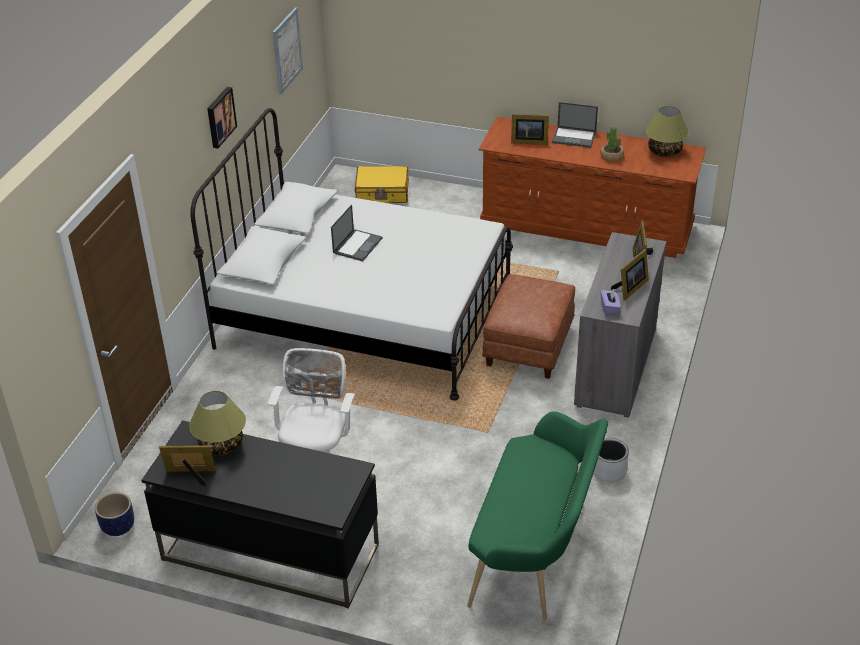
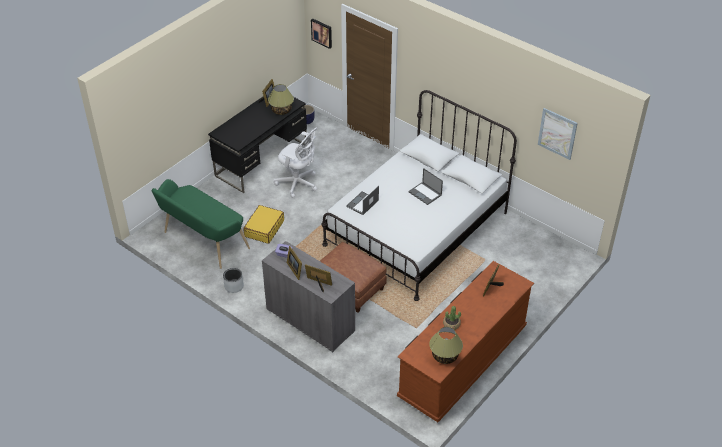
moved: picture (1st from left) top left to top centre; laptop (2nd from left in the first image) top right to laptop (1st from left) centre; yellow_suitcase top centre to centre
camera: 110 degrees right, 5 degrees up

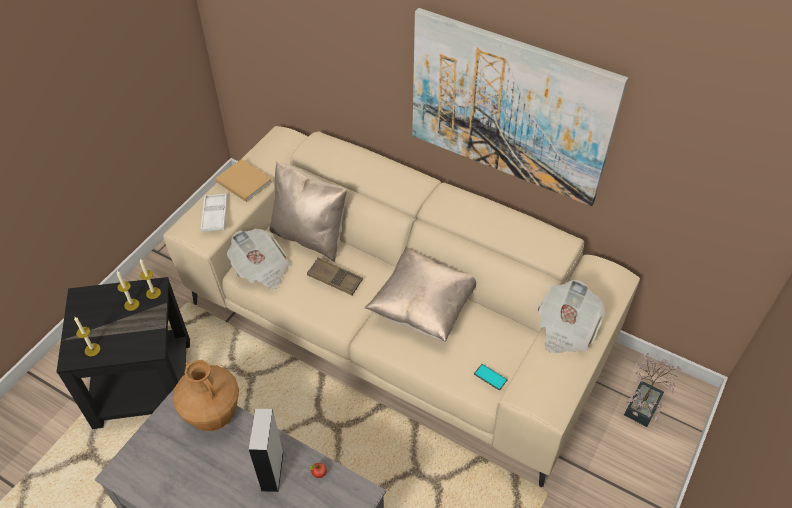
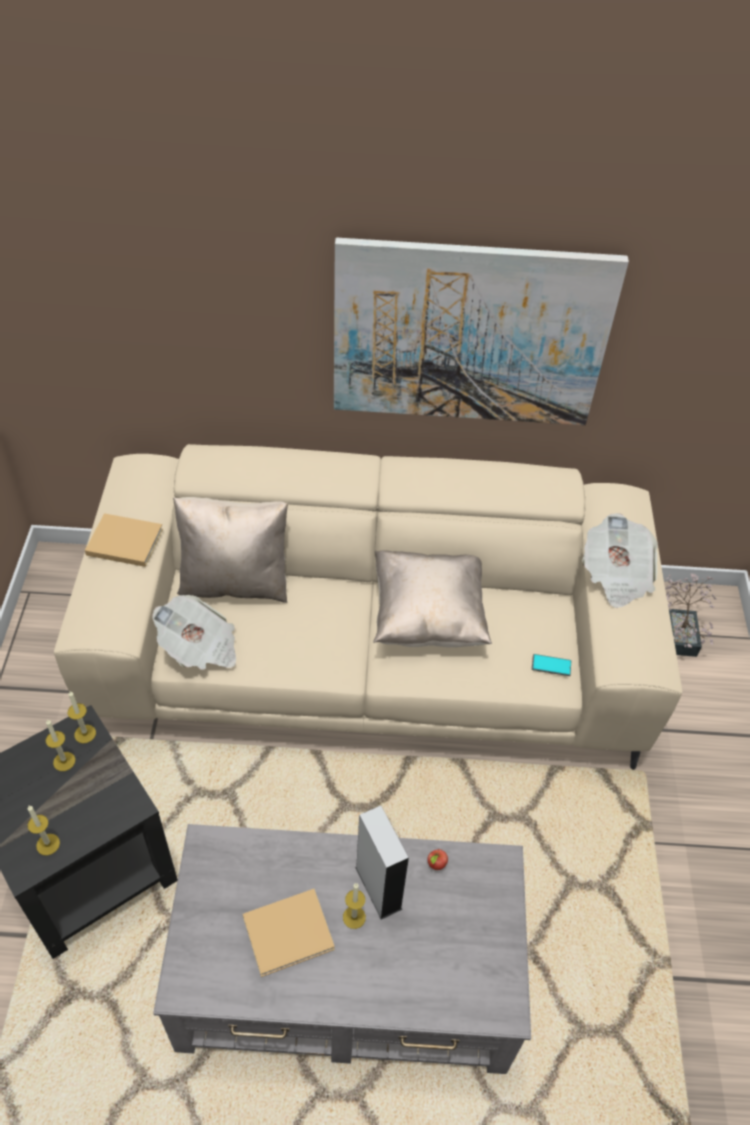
removed: white_tray middle left; brown_tray centre; brown_vase bottom left
added: candle (4th from left) bottom centre; beige_book (2nd from left) bottom centre
camera: 30 degrees left, 0 degrees up

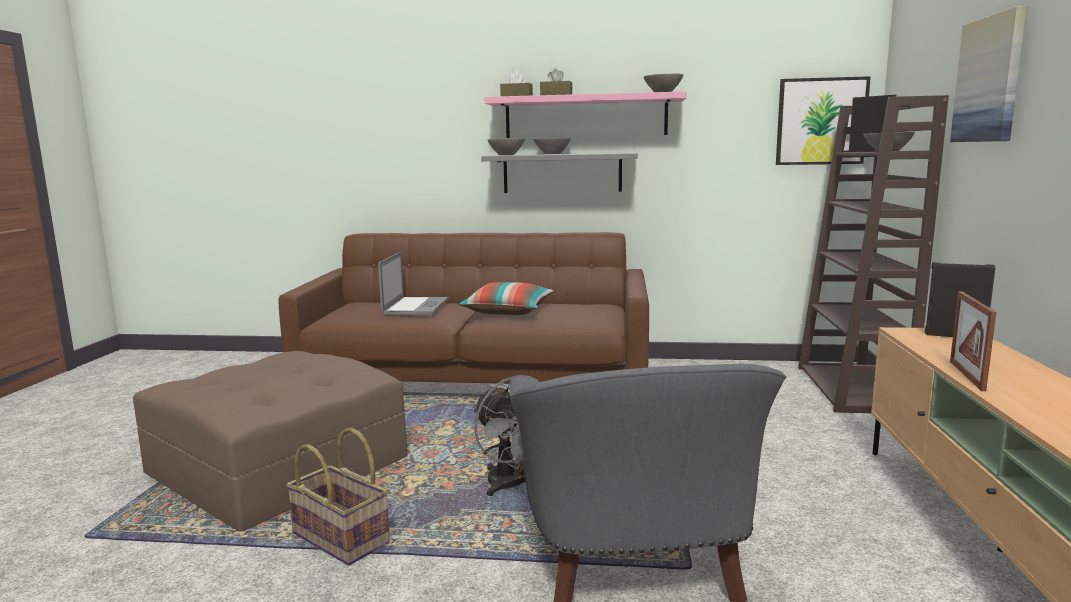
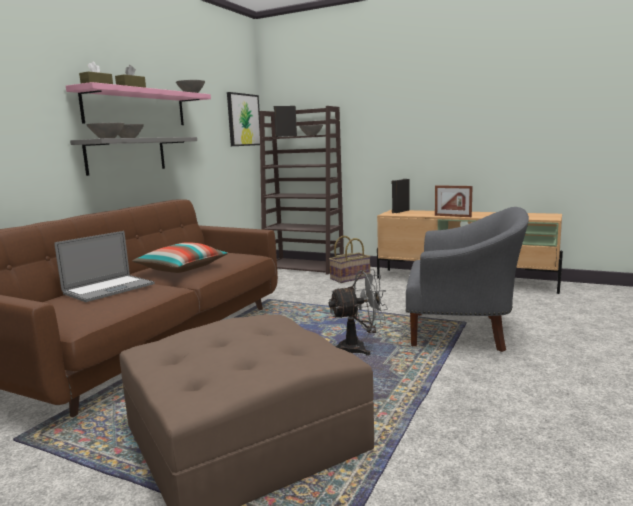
removed: picture (2nd from left) top right
moved: basket bottom left to centre
turned: laptop centre = middle left 105 degrees clockwise
camera: 70 degrees left, 0 degrees up

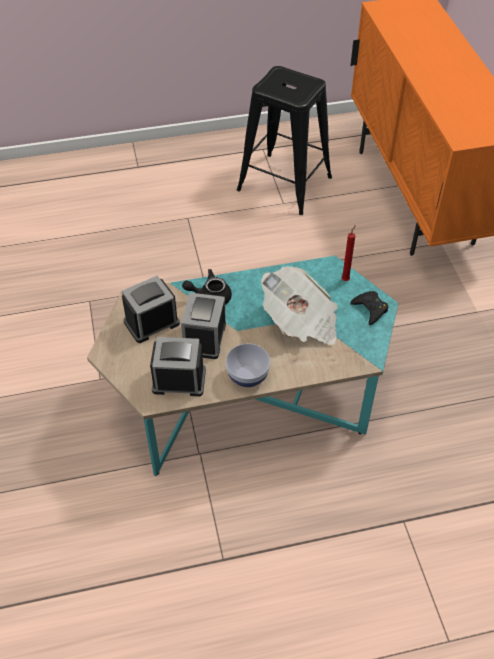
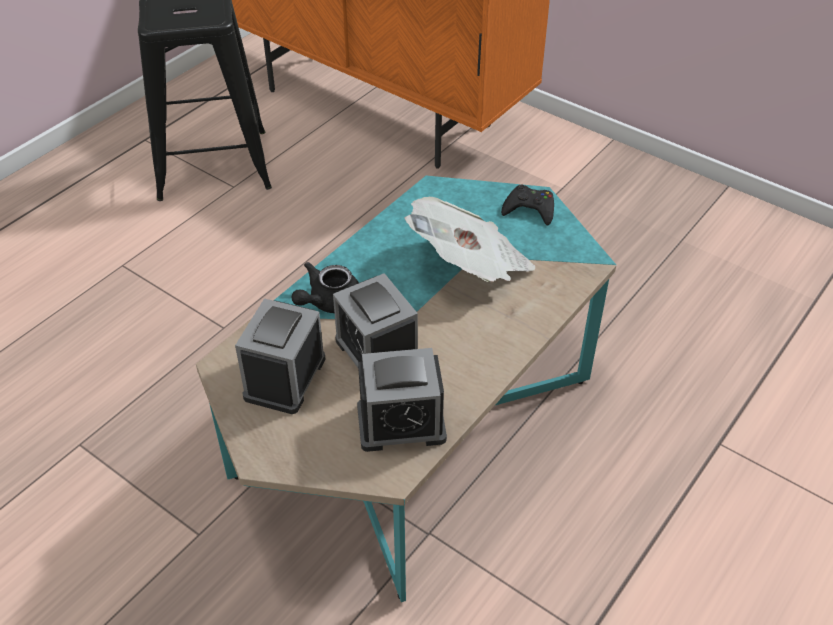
removed: red_candle middle right; bowl centre
turned: alarm_clock (2nd from left in the first image) centre = centre 150 degrees counterclockwise
camera: 40 degrees left, 5 degrees down

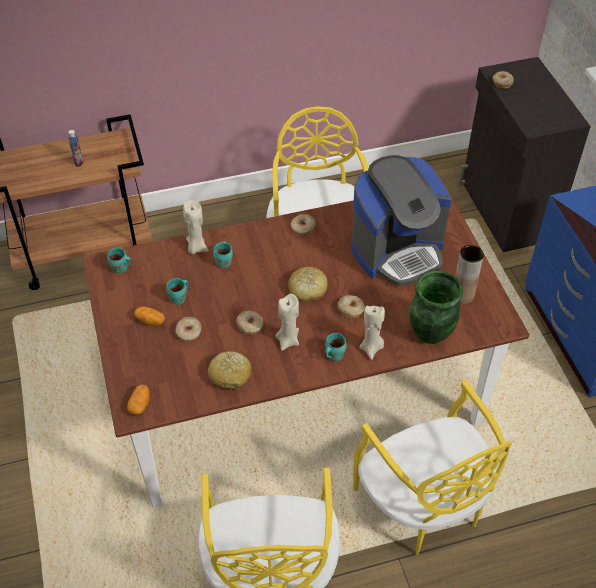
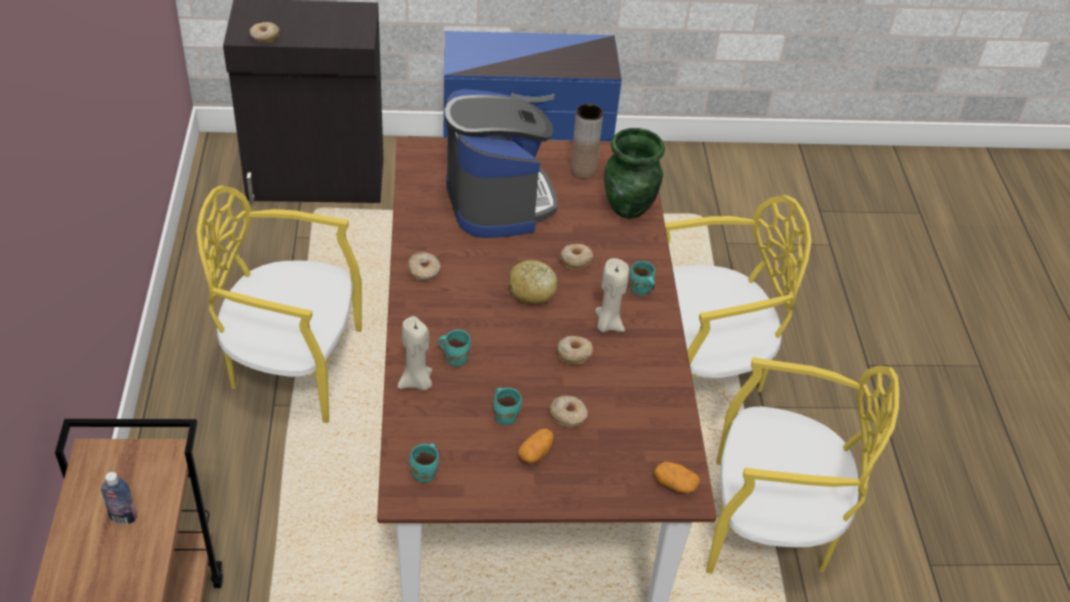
removed: beige_candle (3rd from left) centre; bread (1st from left) centre
camera: 80 degrees left, 5 degrees down

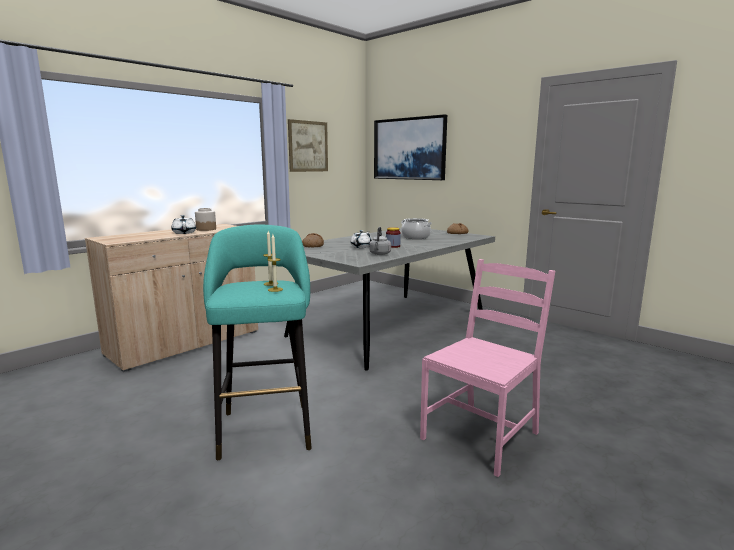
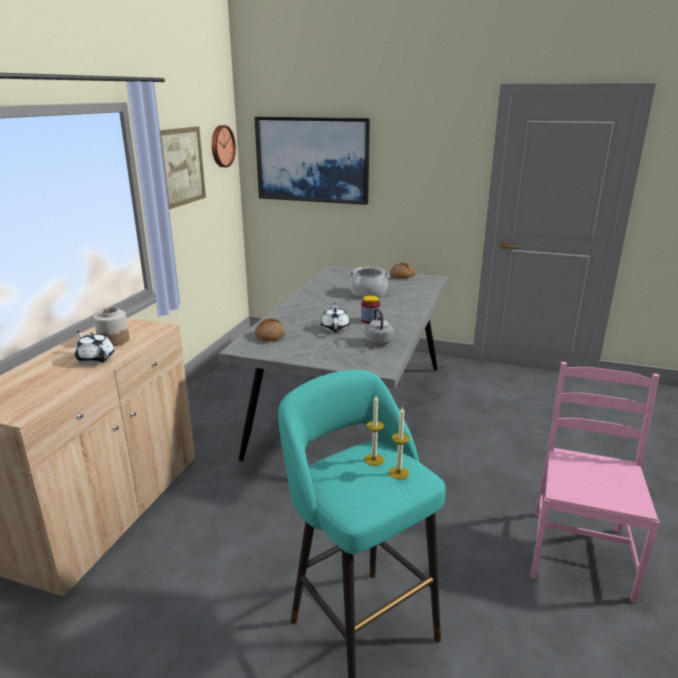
added: wall_clock top left
camera: 25 degrees left, 10 degrees up

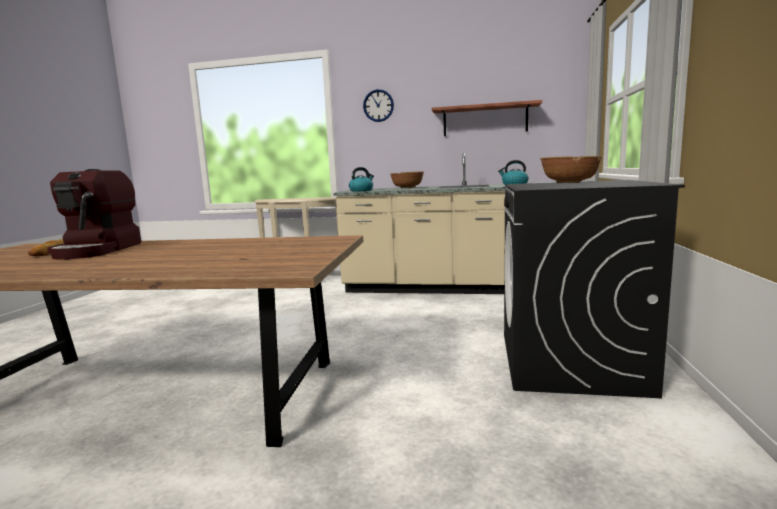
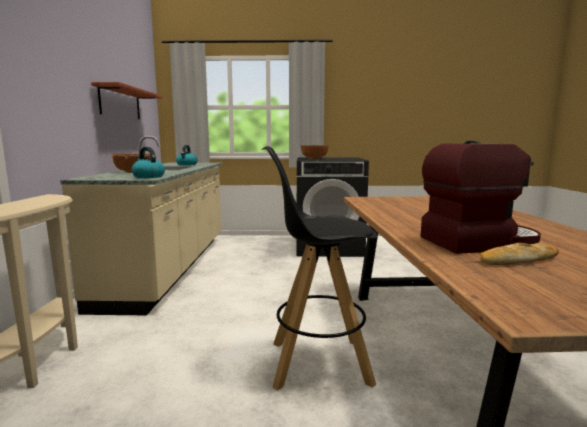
removed: wall_clock top centre
added: black_stool centre
camera: 100 degrees left, 0 degrees up

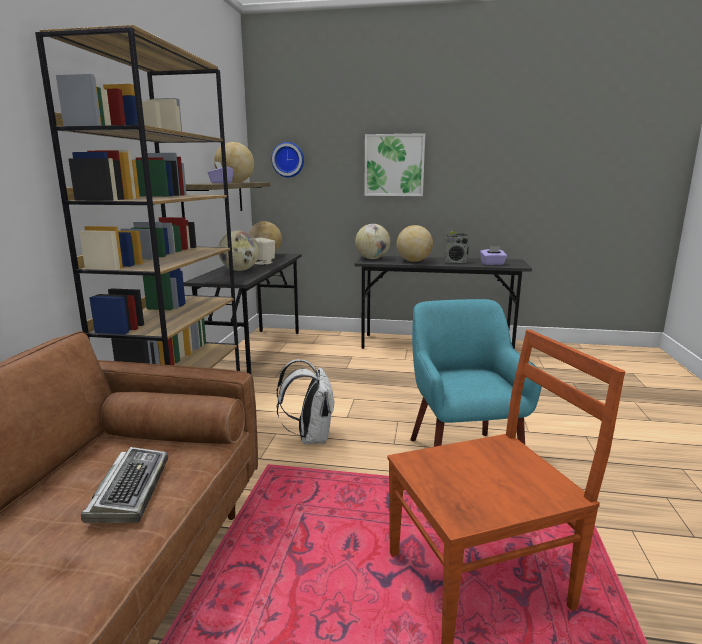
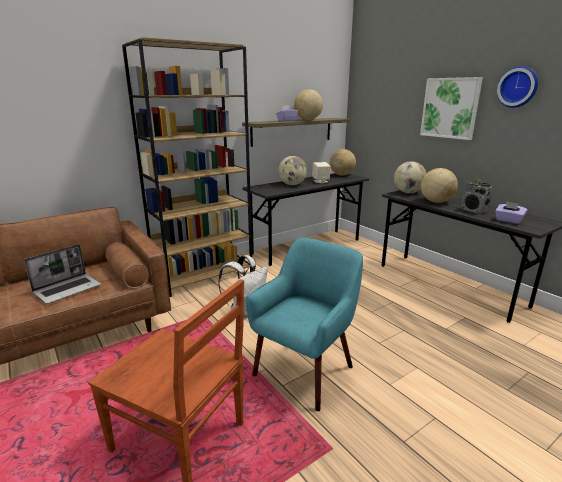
moved: wall_clock top centre to top right
replaced: keyboard bottom left to laptop middle left
camera: 45 degrees right, 5 degrees up

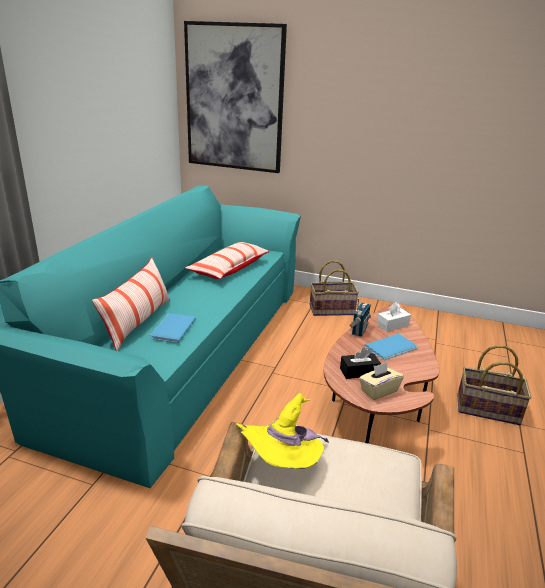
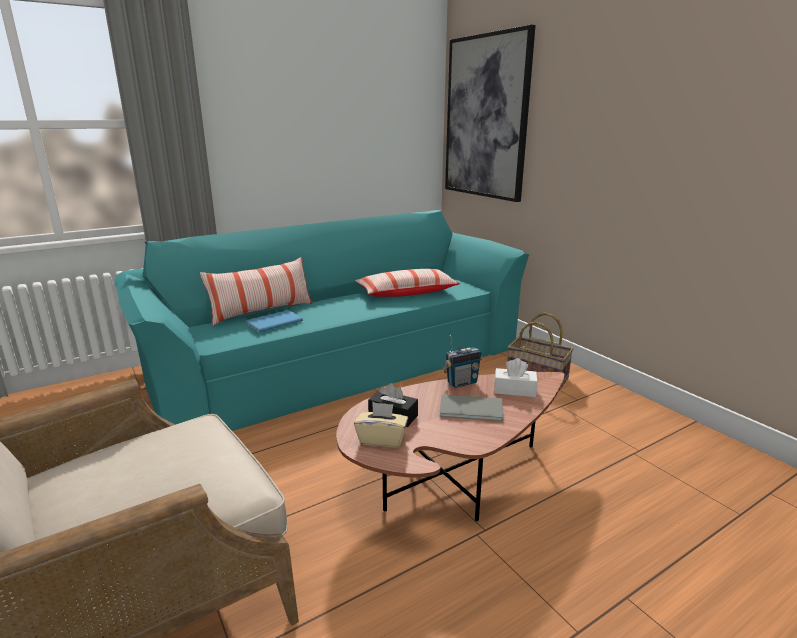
removed: basket (2nd from left) middle right; yellow_hat bottom centre
recoloured: blue_book (2nd from left) middle right to grey_book centre
camera: 40 degrees right, 5 degrees down

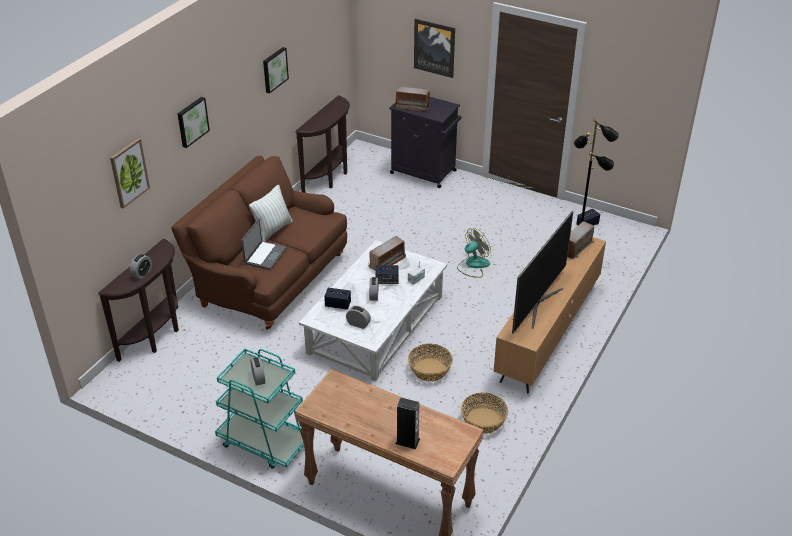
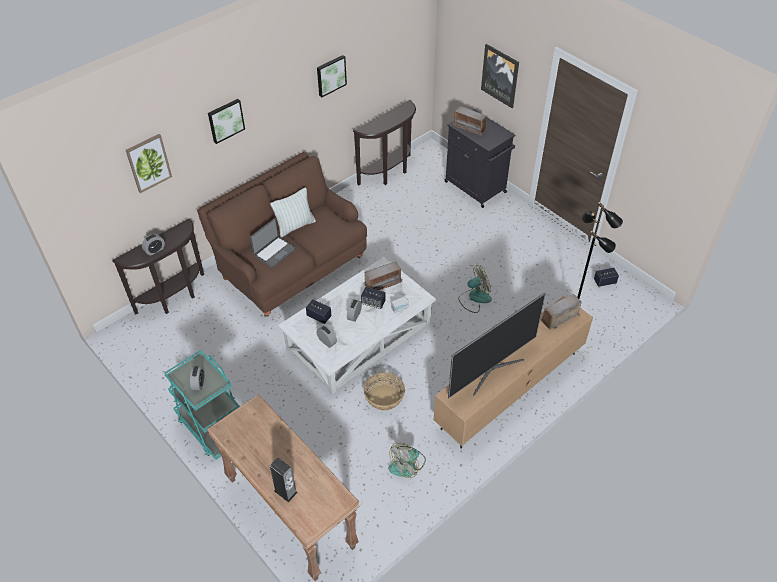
replaced: basket (2nd from left) bottom centre to fan (1st from left) bottom centre
camera: 20 degrees right, 10 degrees up

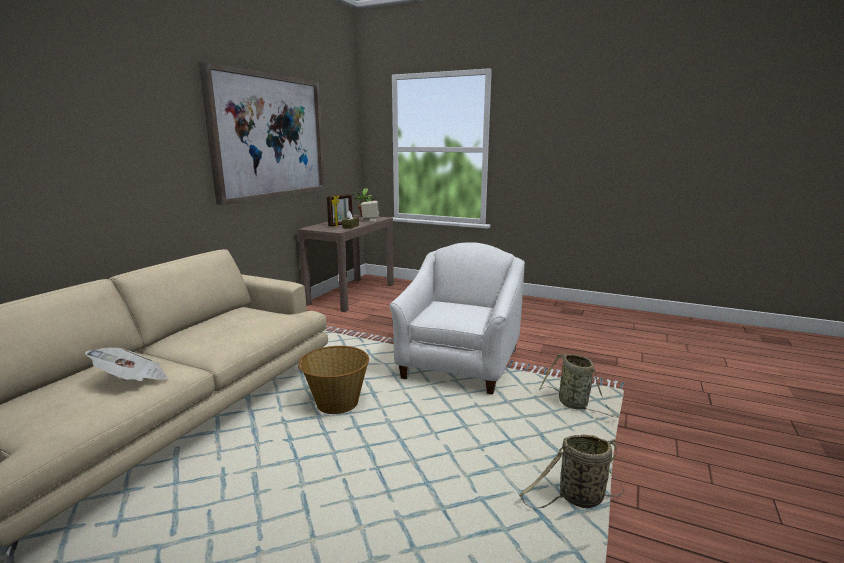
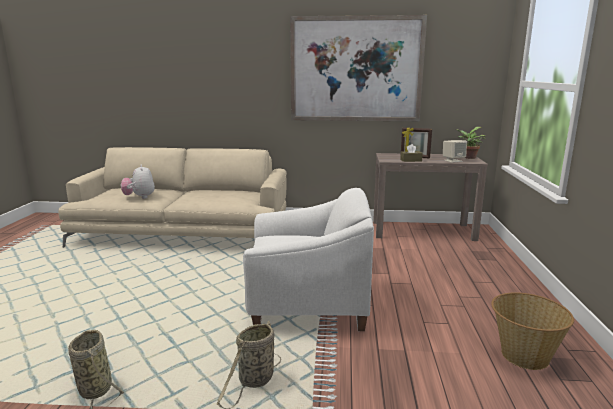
moved: basket (1st from left in the first image) bottom centre to basket (3rd from left) bottom right
replaced: newspaper middle left to plush_toy middle left
camera: 70 degrees right, 0 degrees up

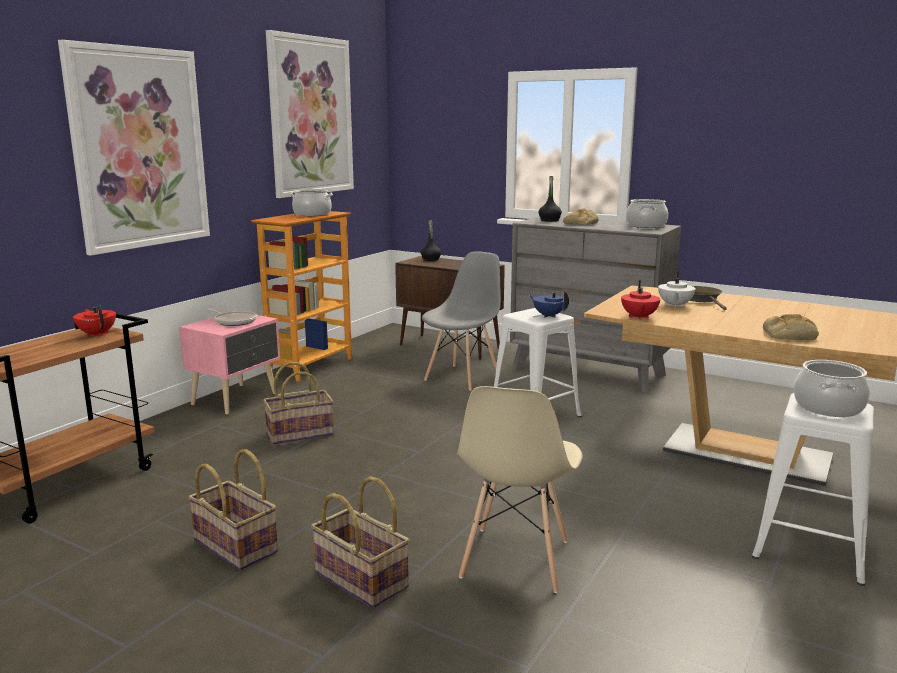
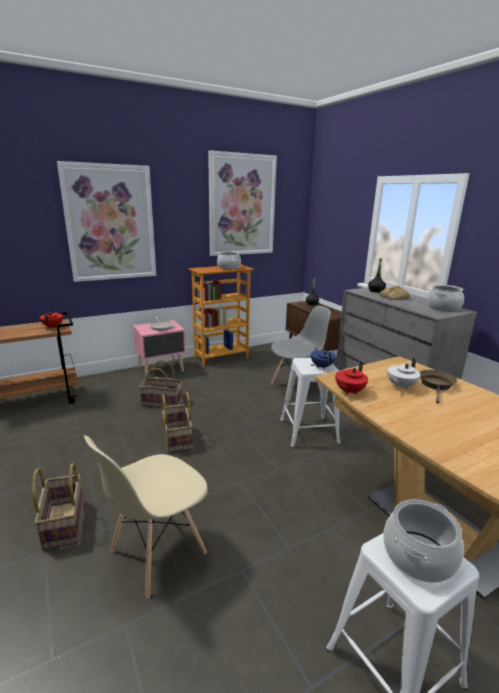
removed: bread (2nd from left) middle right
moved: basket (1st from left in the first image) bottom left to basket (3rd from left) centre
camera: 30 degrees right, 5 degrees up

